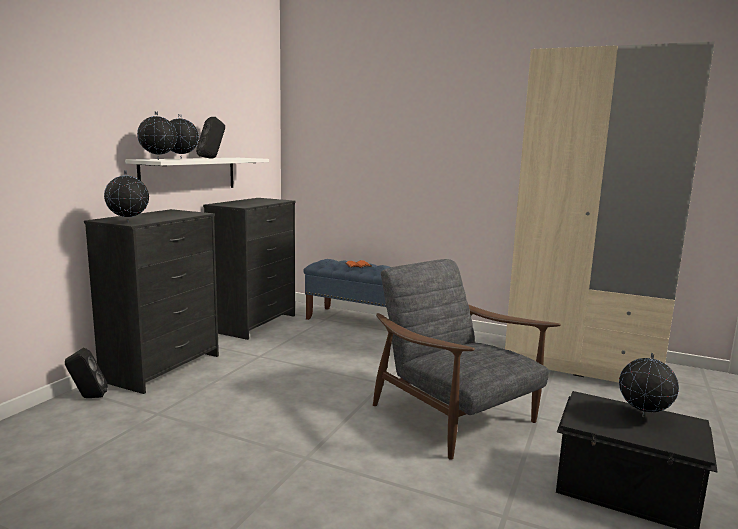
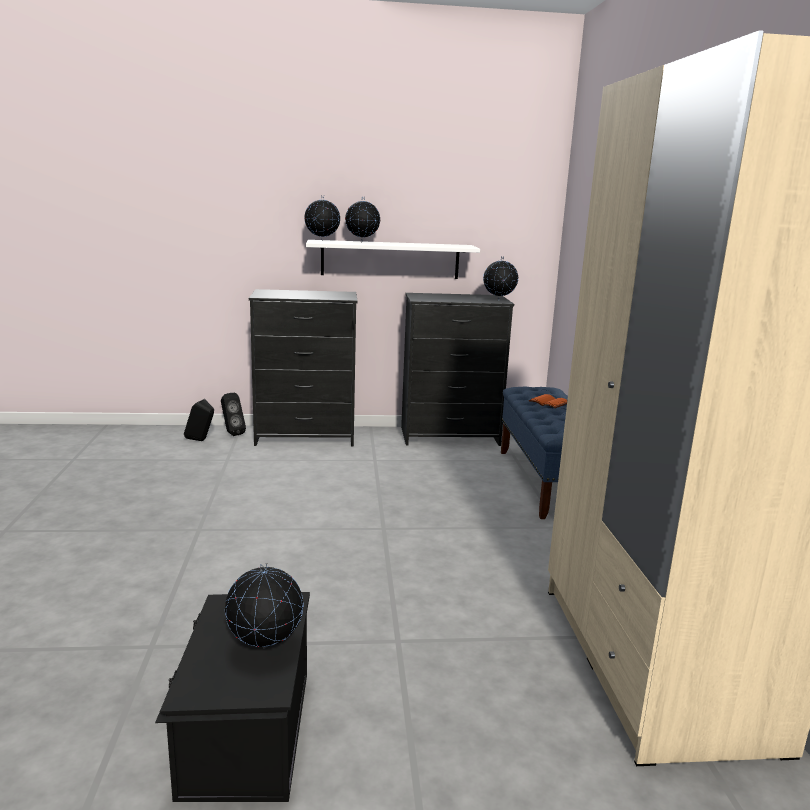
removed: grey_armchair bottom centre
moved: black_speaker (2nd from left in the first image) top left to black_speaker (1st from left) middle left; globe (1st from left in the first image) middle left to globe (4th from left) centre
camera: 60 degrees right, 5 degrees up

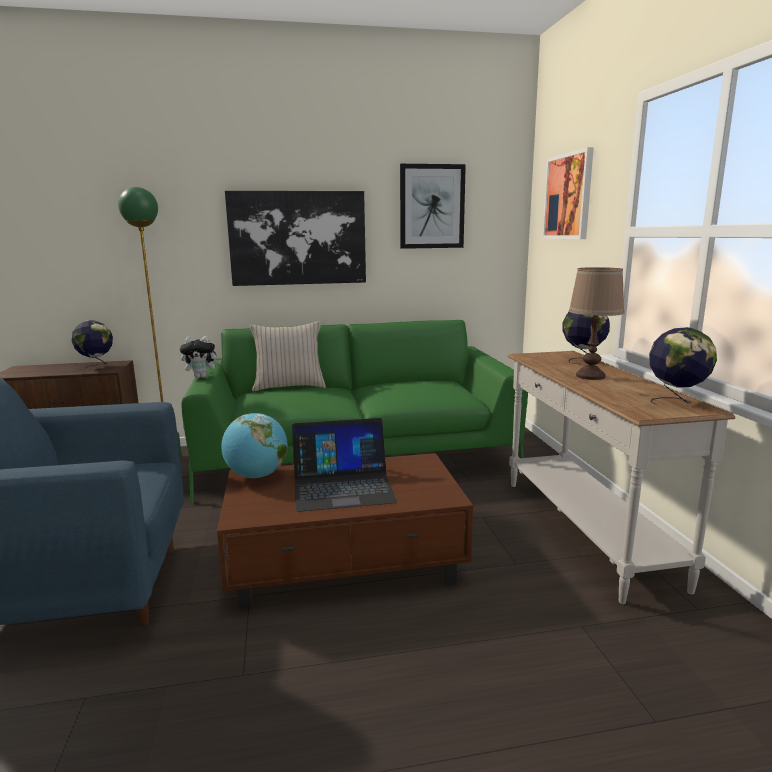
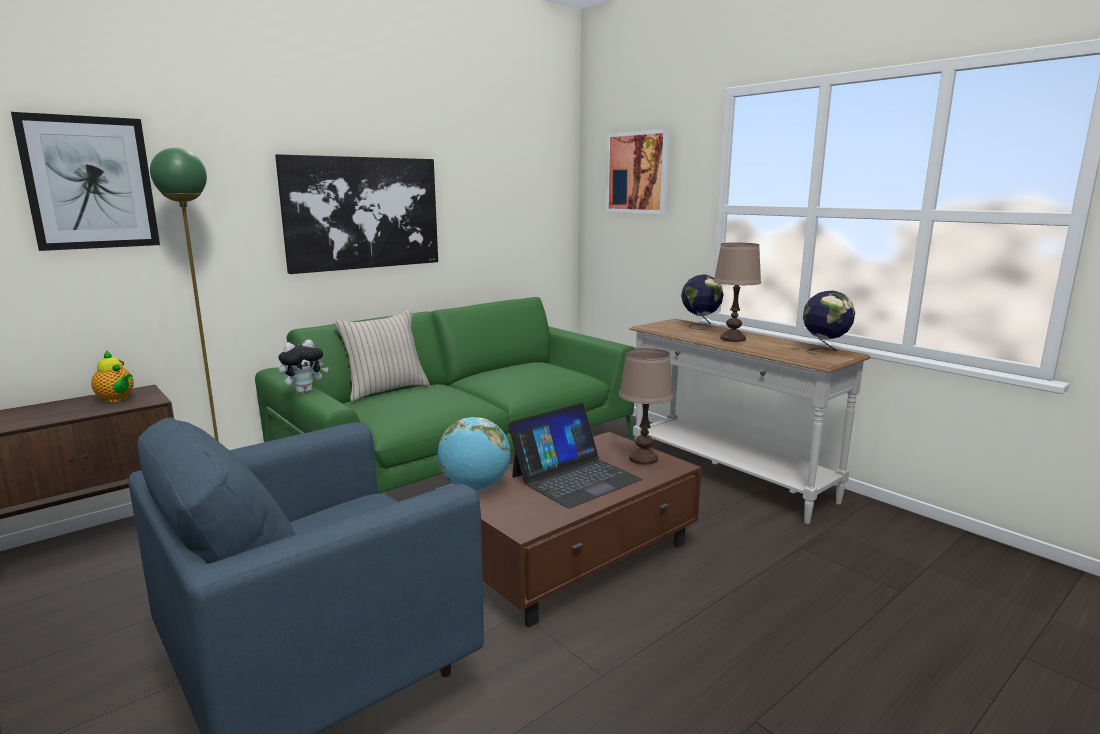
added: brown_table_lamp (1st from left) centre
moved: picture (2nd from left in the first image) top centre to picture (1st from left) top left
replaced: globe (1st from left) middle left to teapot middle left
camera: 30 degrees left, 0 degrees up

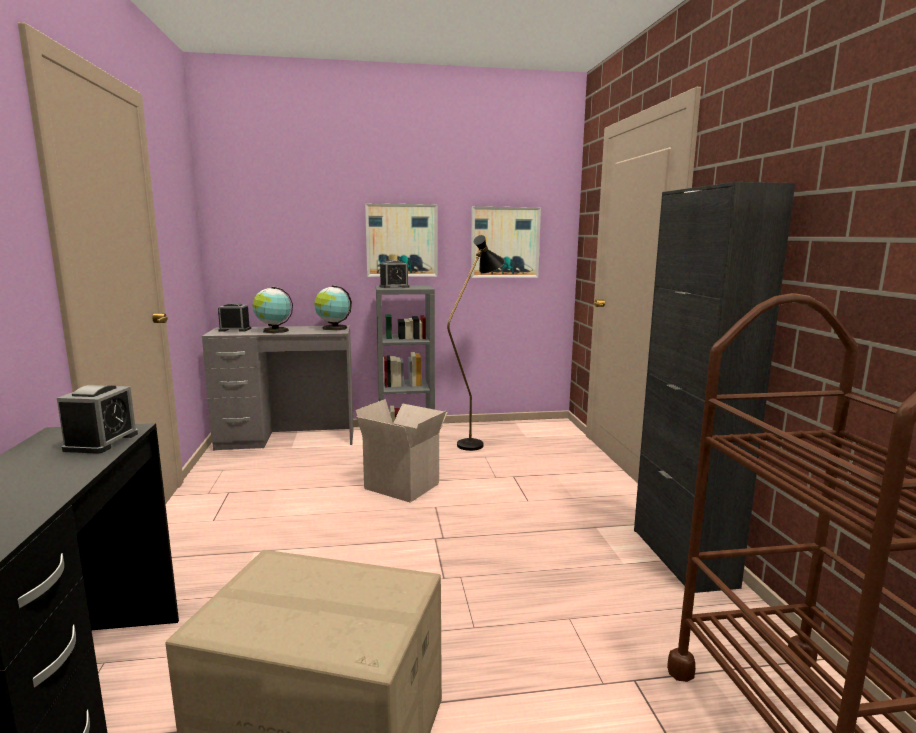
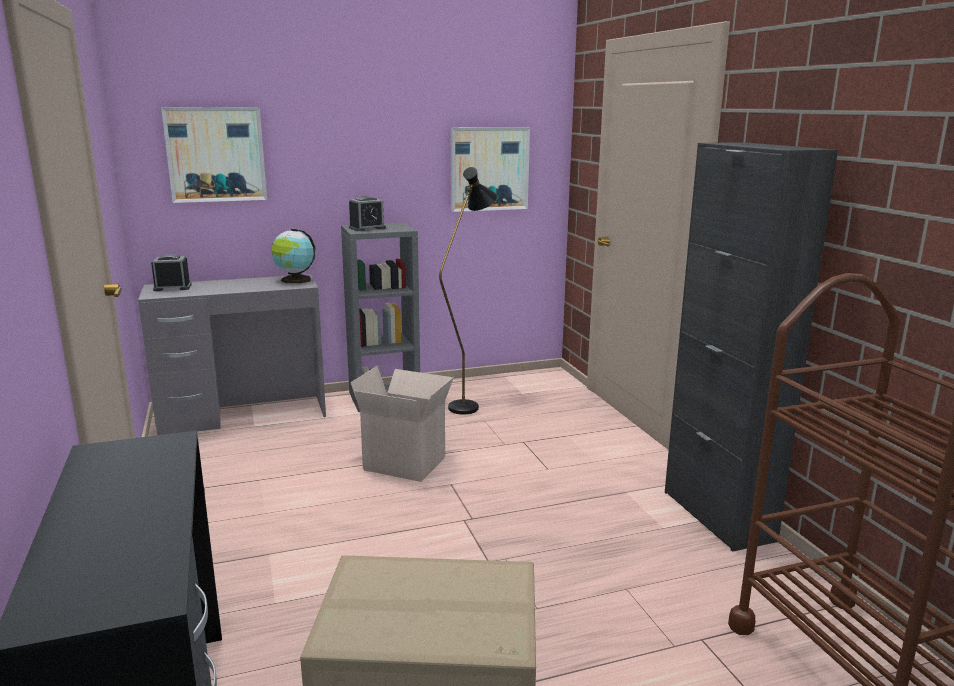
removed: globe (1st from left) middle left; alarm_clock (1st from left) middle left
moved: picture (1st from left) top centre to top left
camera: 10 degrees left, 5 degrees up

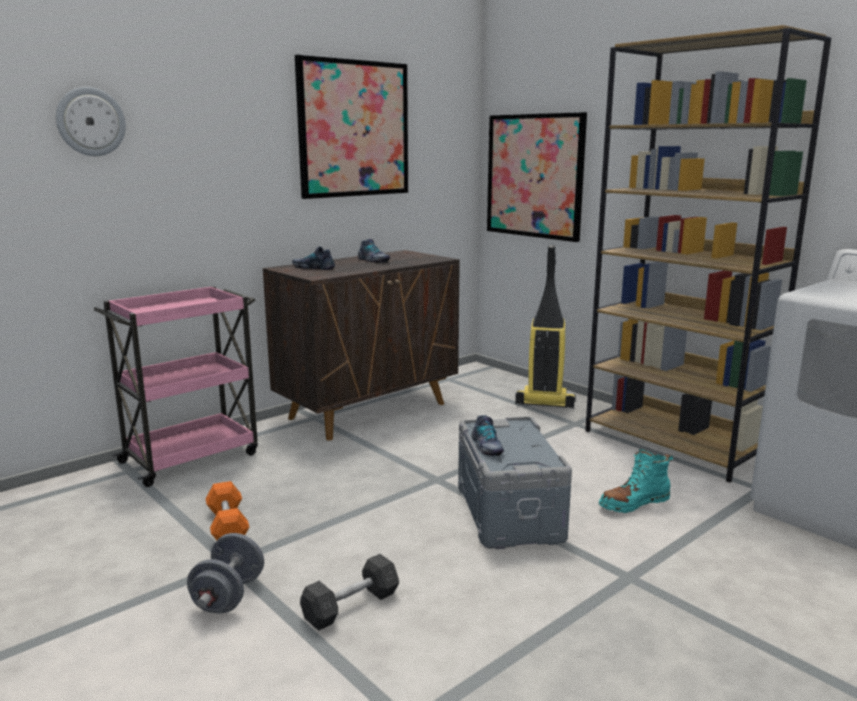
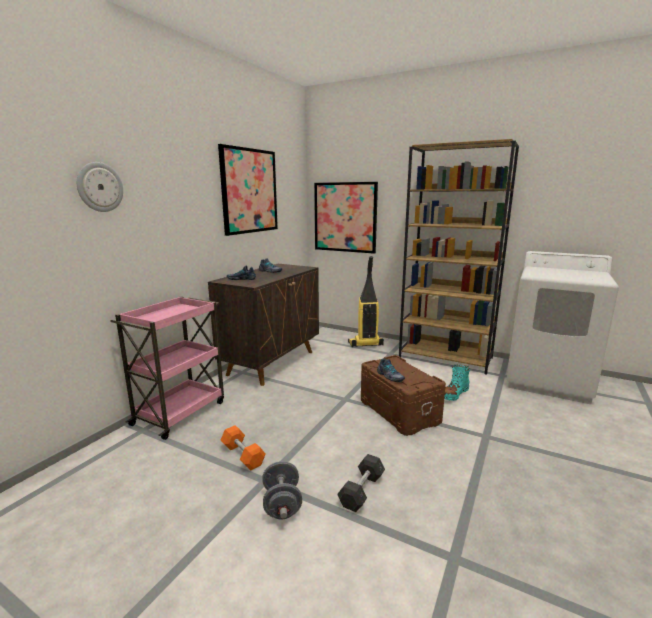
recoloured: grey_storage_box bottom centre to brown_storage_box centre
camera: 20 degrees left, 0 degrees up

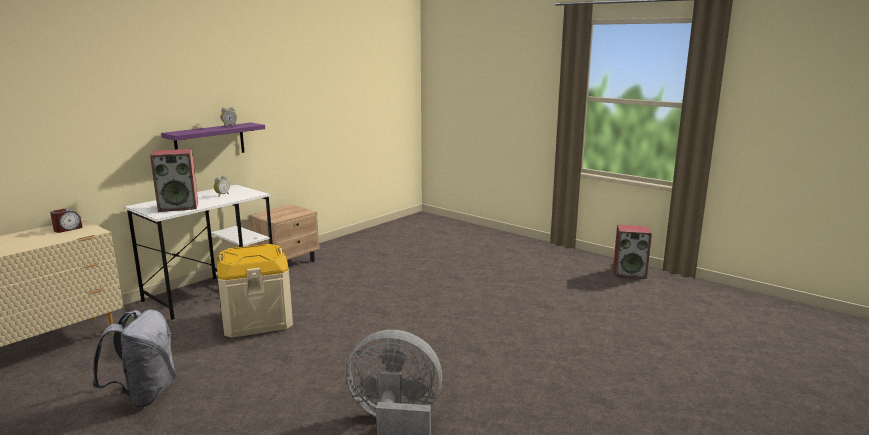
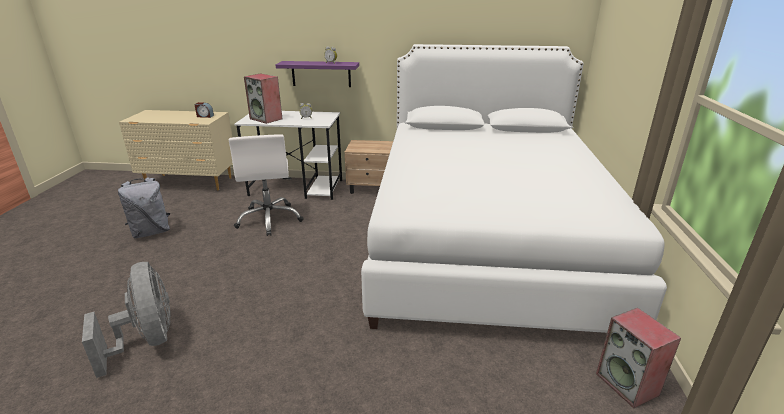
added: white_bed centre
replaced: beige_storage_box bottom left to white_office_chair centre
camera: 55 degrees right, 10 degrees up

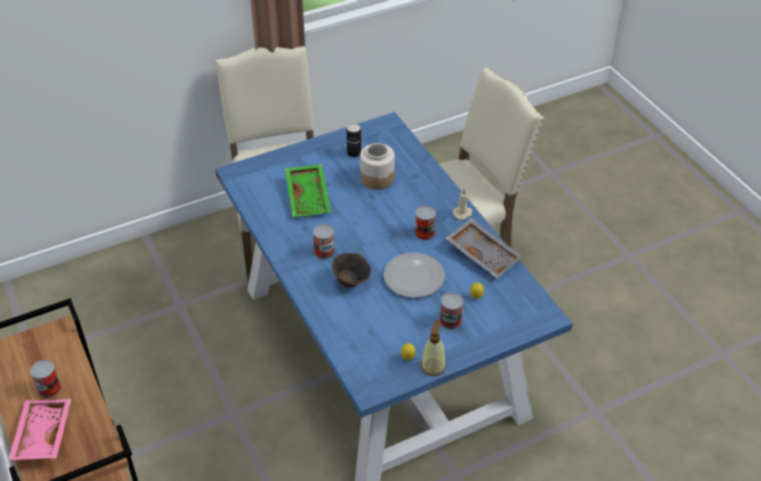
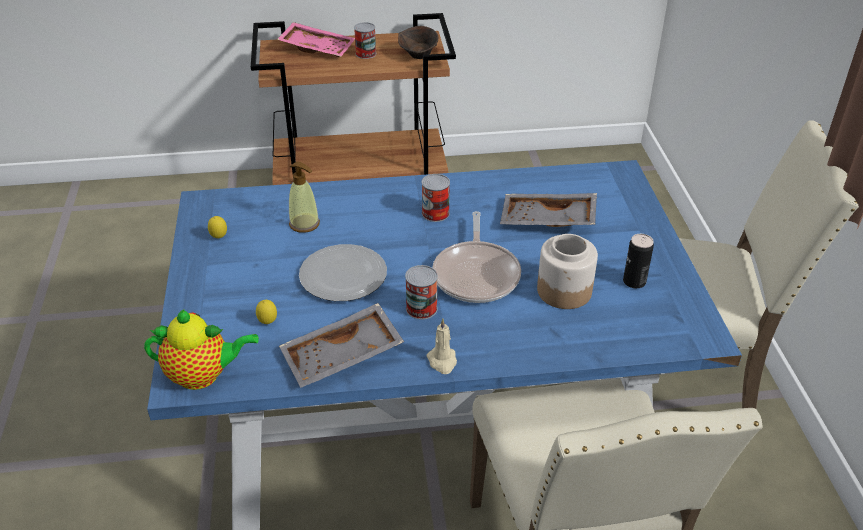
removed: can (5th from left) centre
added: frying_pan centre; teapot middle left
moved: brown_bowl centre to top centre; soap_dispenser bottom centre to centre
recoloured: green_tray centre to grey_tray (2nd from left) centre
camera: 110 degrees right, 5 degrees down

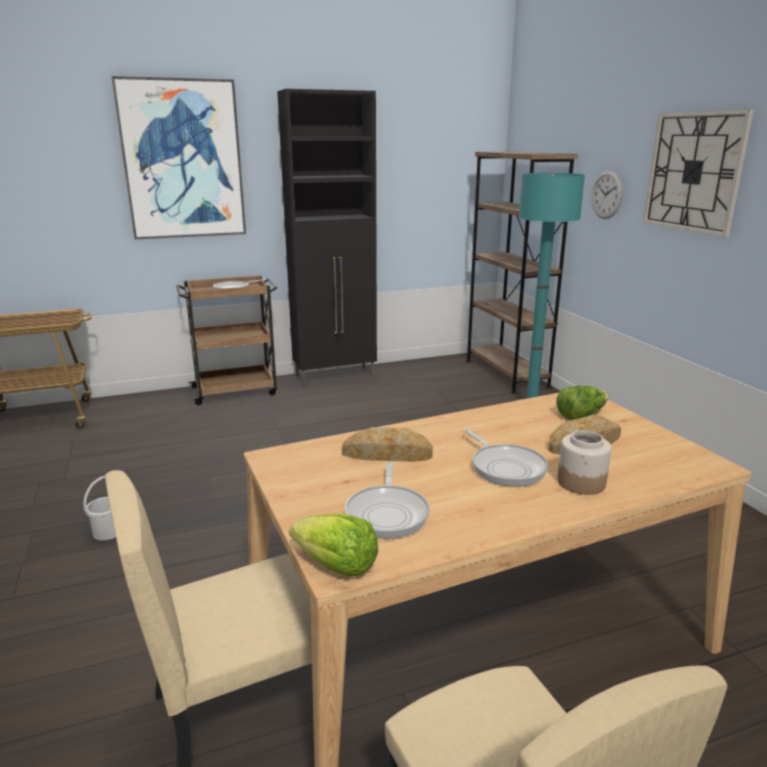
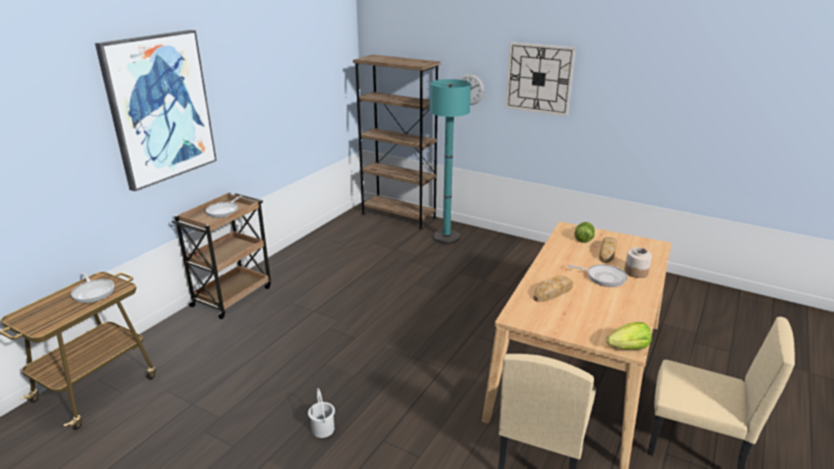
removed: black_cabinet top centre
moved: frying_pan (2nd from left in the first image) centre to frying_pan (1st from left) middle left
camera: 40 degrees left, 5 degrees up

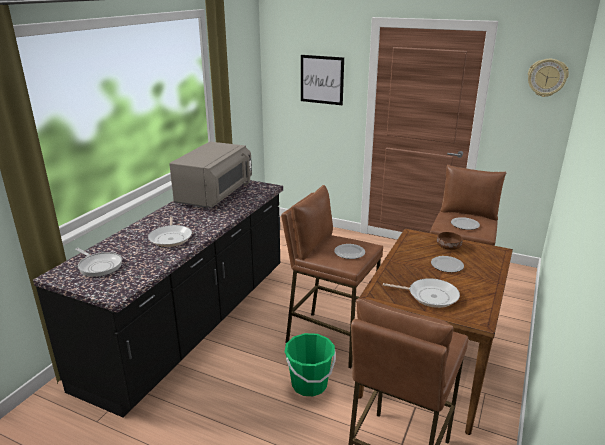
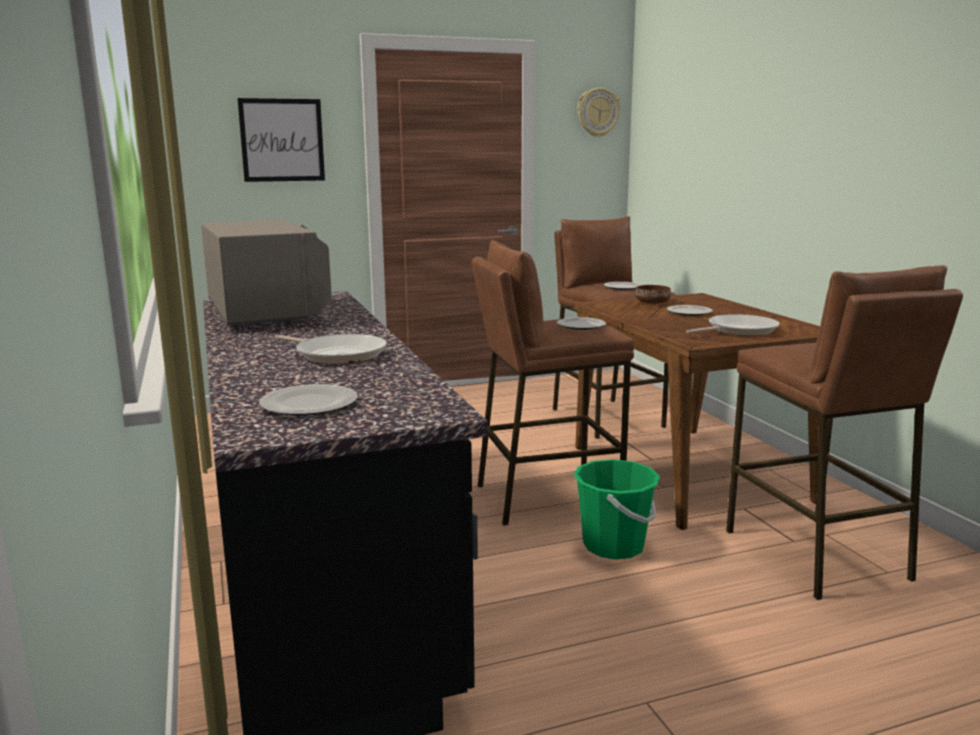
replaced: frying_pan (1st from left) middle left to plate (1st from left) middle left
camera: 45 degrees left, 10 degrees down

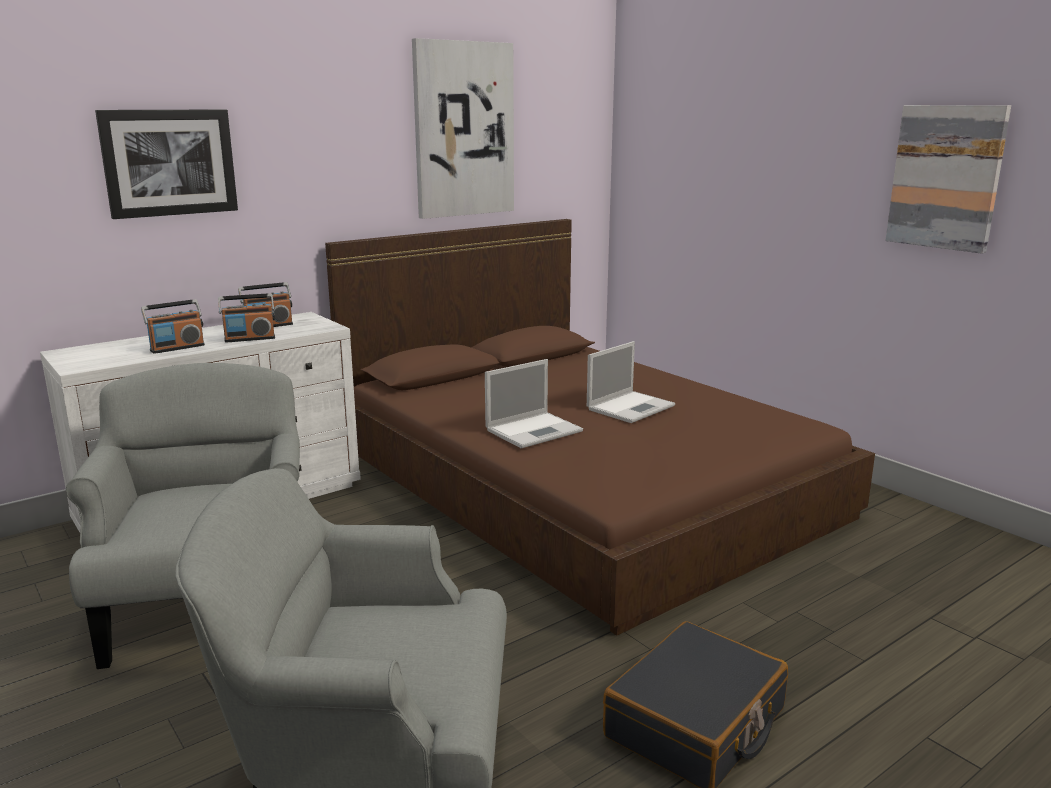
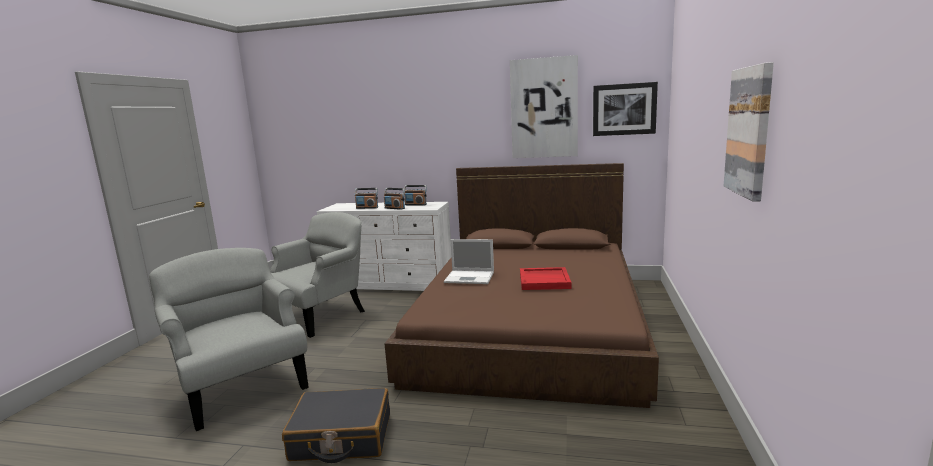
moved: picture (1st from left in the first image) top left to picture (2nd from left) top right
replaced: laptop (2nd from left) centre to red_tray centre
camera: 50 degrees right, 5 degrees down

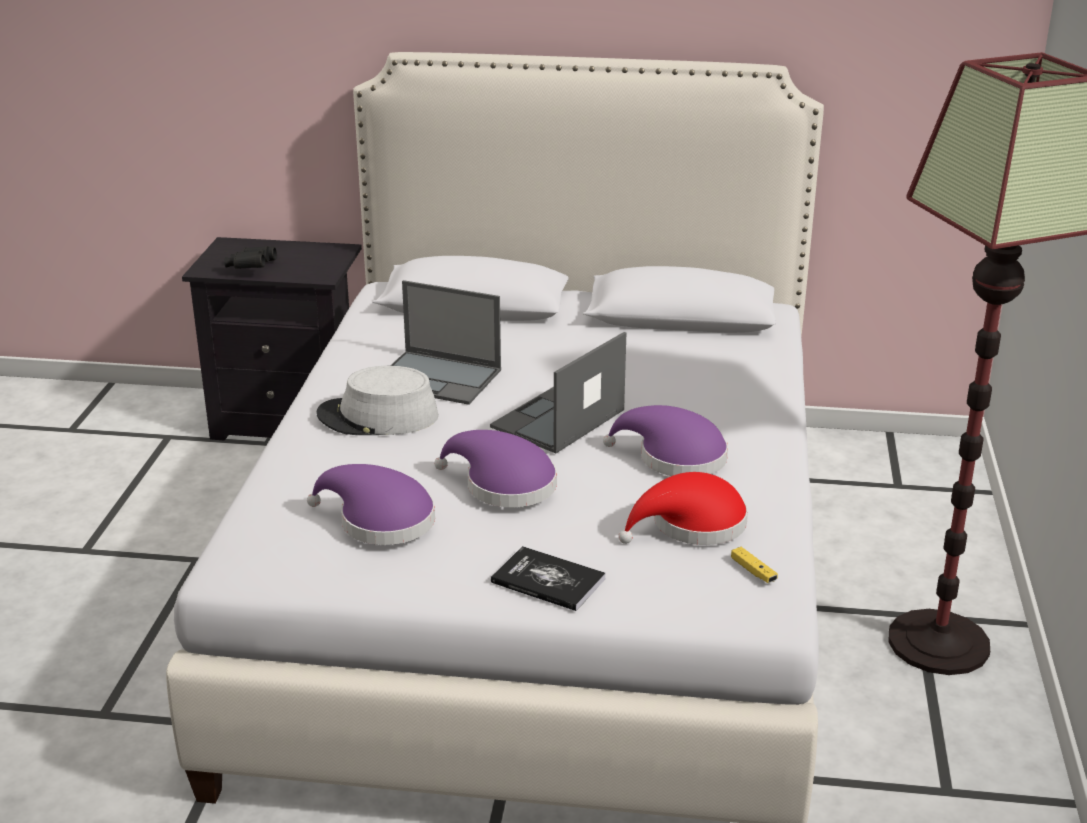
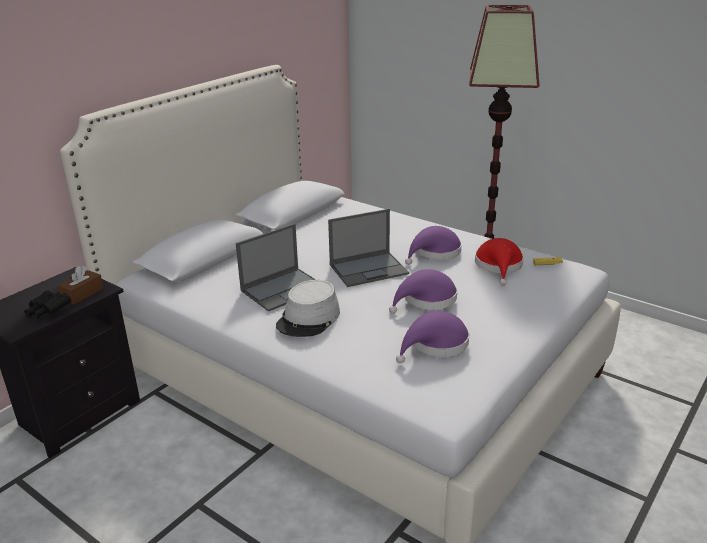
removed: book bottom centre
added: brown_tissue_box middle left
turned: laptop (2nd from left) centre = centre 90 degrees counterclockwise
camera: 60 degrees left, 0 degrees up

